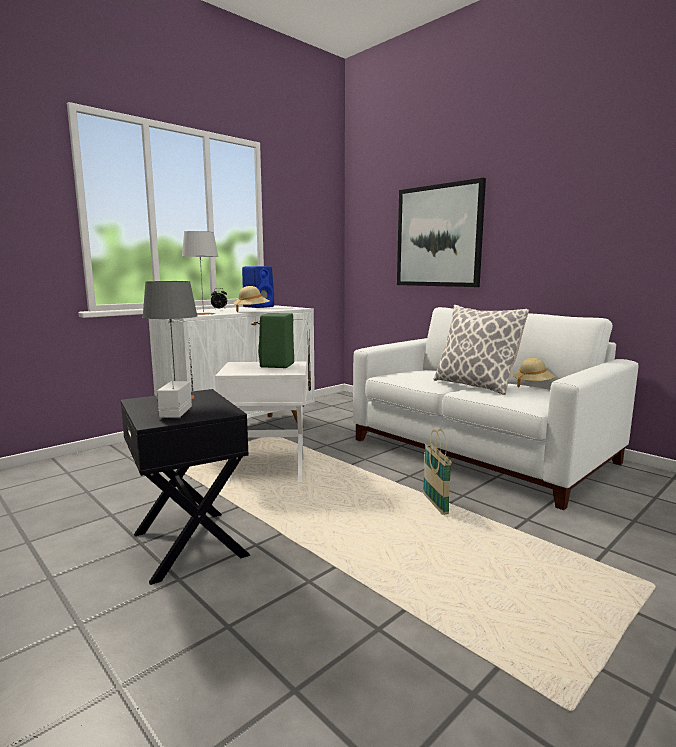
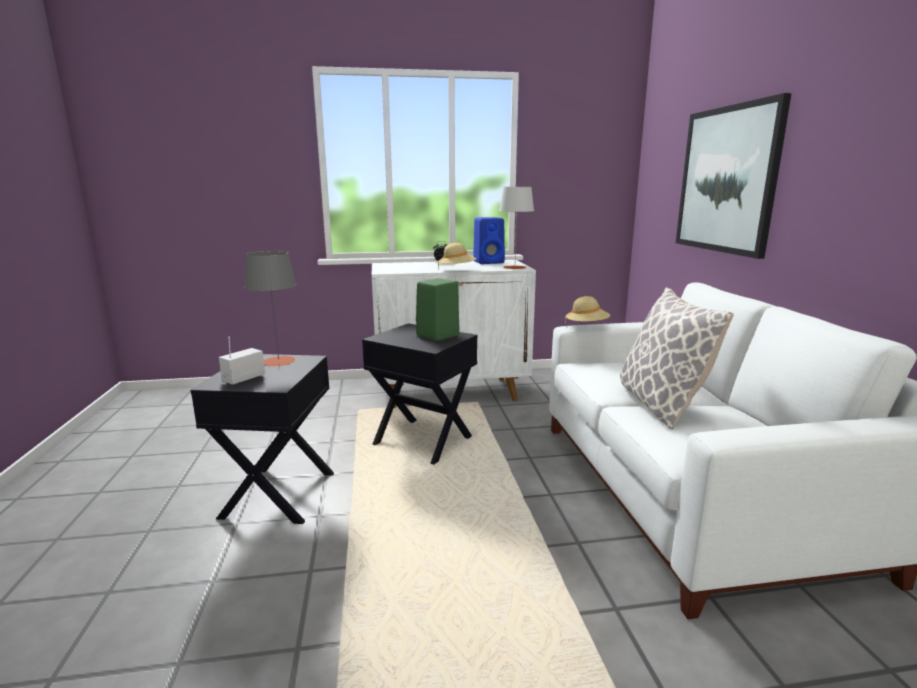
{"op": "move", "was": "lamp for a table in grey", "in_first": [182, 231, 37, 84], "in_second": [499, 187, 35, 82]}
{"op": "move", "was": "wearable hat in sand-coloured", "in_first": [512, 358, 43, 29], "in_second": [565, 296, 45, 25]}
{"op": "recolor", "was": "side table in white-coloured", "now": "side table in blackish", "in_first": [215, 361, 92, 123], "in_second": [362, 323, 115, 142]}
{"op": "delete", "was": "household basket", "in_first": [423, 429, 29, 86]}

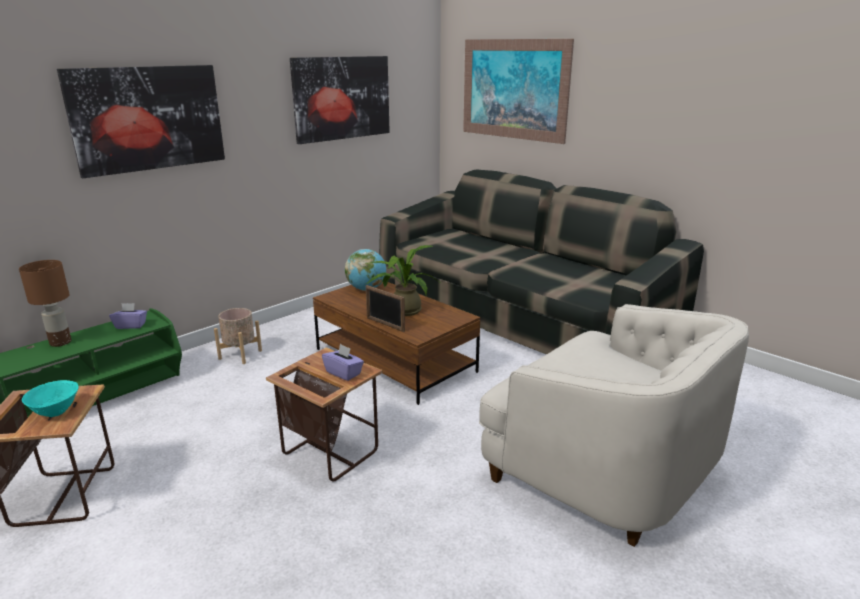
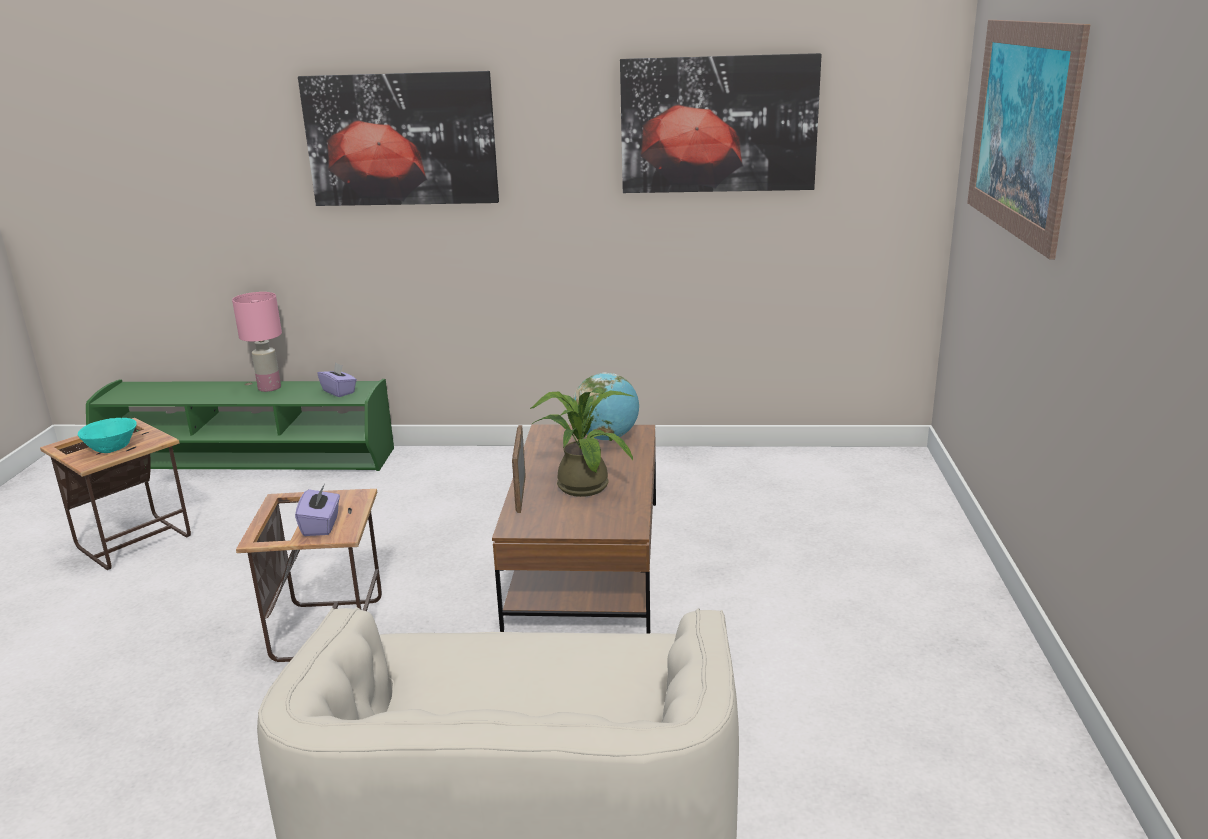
{"op": "delete", "was": "sofa", "in_first": [379, 169, 325, 186]}
{"op": "recolor", "was": "lamp for a table in brownish", "now": "lamp for a table in pinkish", "in_first": [19, 260, 53, 87], "in_second": [232, 292, 50, 100]}
{"op": "delete", "was": "flower pot in sand-coloured", "in_first": [214, 308, 48, 56]}

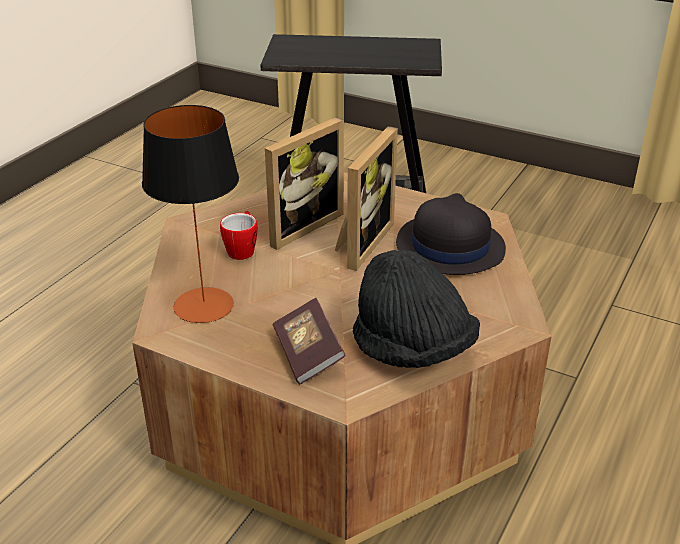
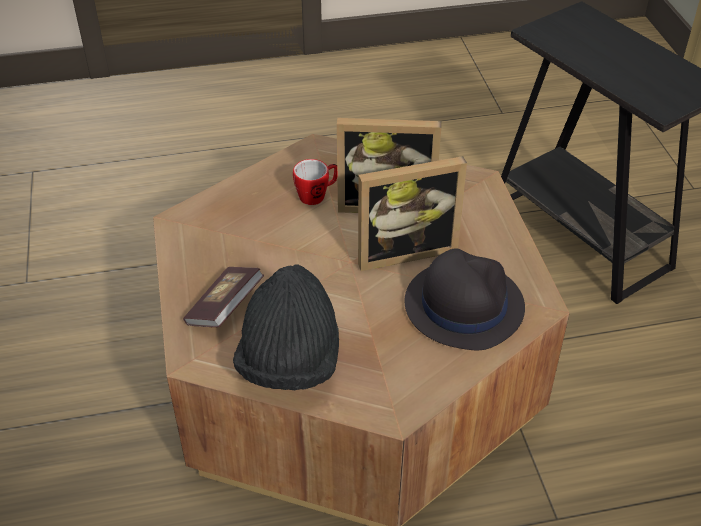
{"op": "delete", "was": "lamp for a table", "in_first": [142, 105, 97, 218]}

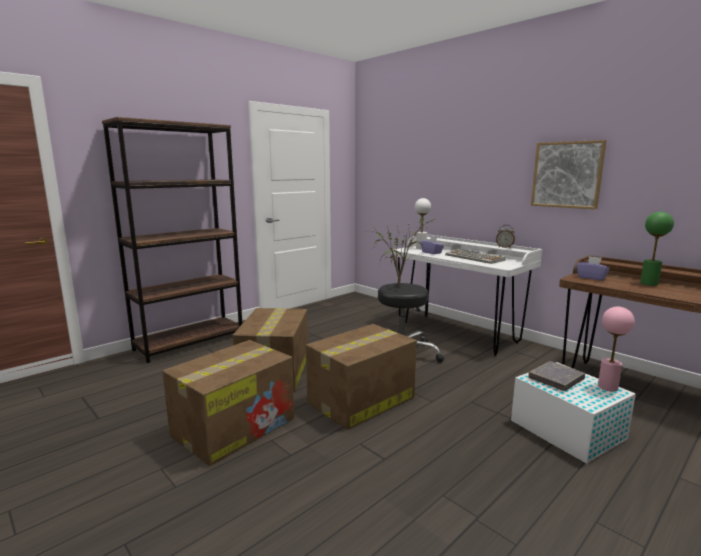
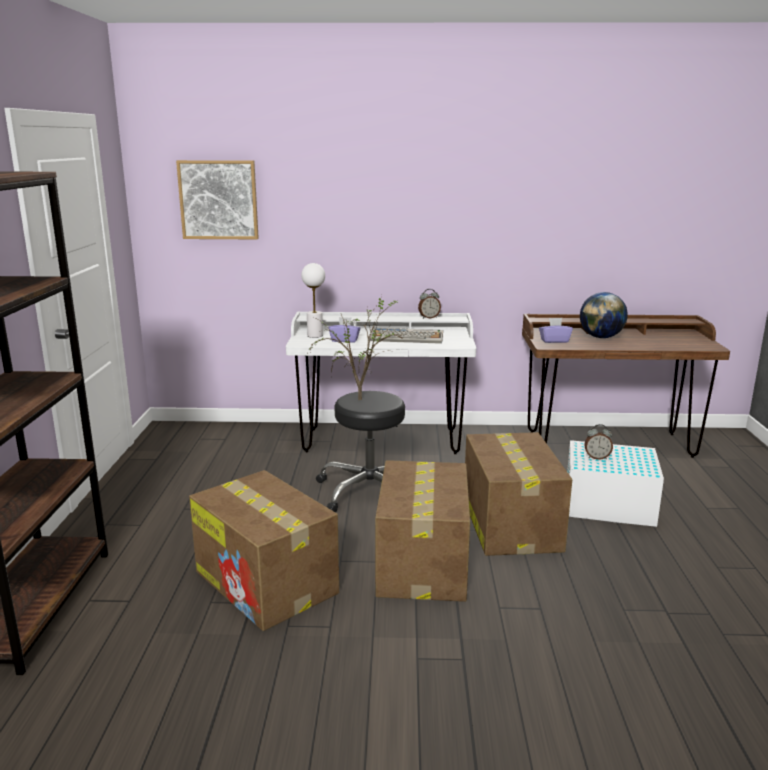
{"op": "move", "was": "picture", "in_first": [531, 140, 76, 69], "in_second": [176, 160, 83, 79]}
{"op": "replace", "was": "lamp for a table in greenish", "now": "desk globe", "in_first": [640, 212, 34, 74], "in_second": [580, 292, 48, 46]}
{"op": "delete", "was": "lamp for a table in pinkish", "in_first": [598, 307, 37, 85]}
{"op": "move", "was": "packing box", "in_first": [162, 340, 132, 126], "in_second": [465, 432, 107, 124]}
{"op": "replace", "was": "book in grey", "now": "bedside clock", "in_first": [528, 361, 57, 30], "in_second": [584, 424, 29, 36]}

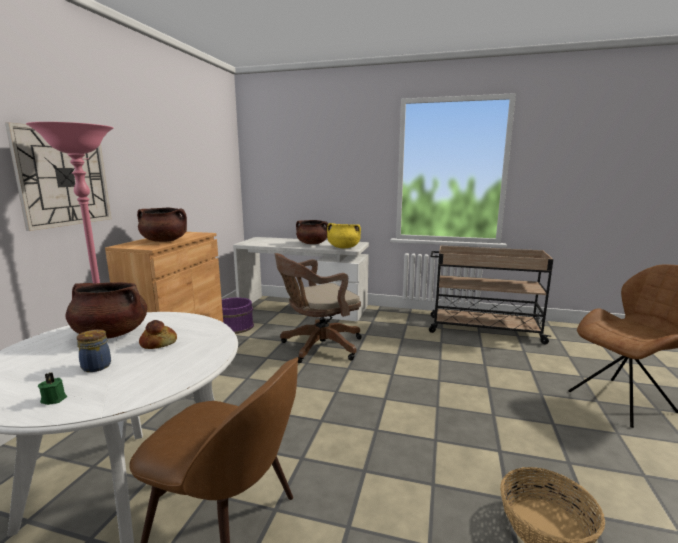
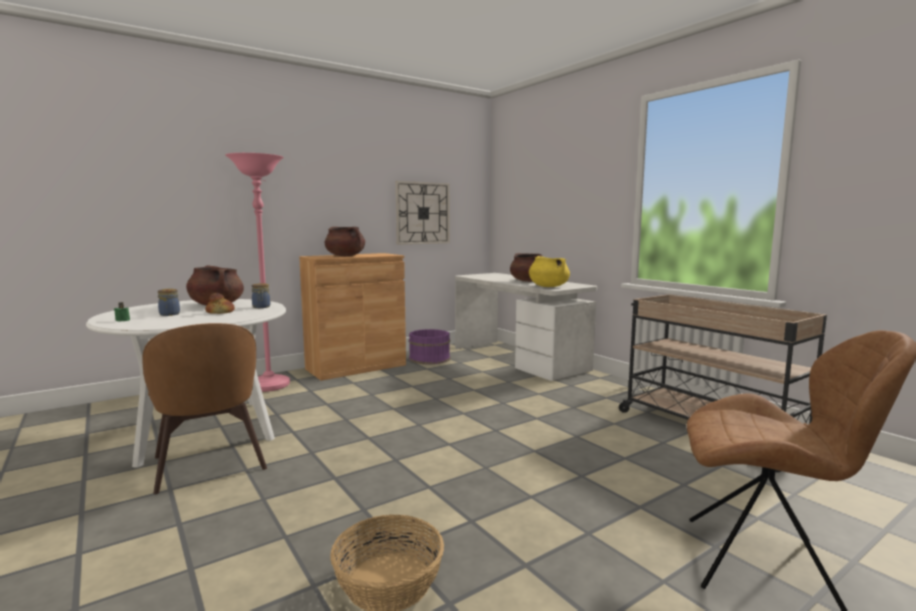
{"op": "move", "was": "hanging clock", "in_first": [5, 122, 106, 109], "in_second": [395, 181, 55, 64]}
{"op": "delete", "was": "desk chair in brownish", "in_first": [275, 253, 87, 110]}
{"op": "insert", "now": "storage jar", "in_second": [252, 283, 18, 25]}

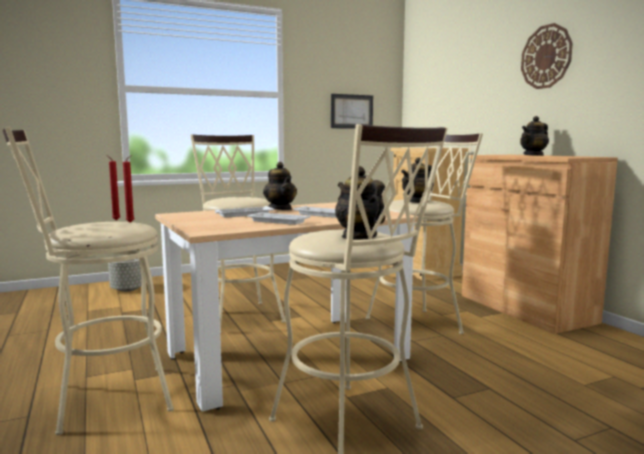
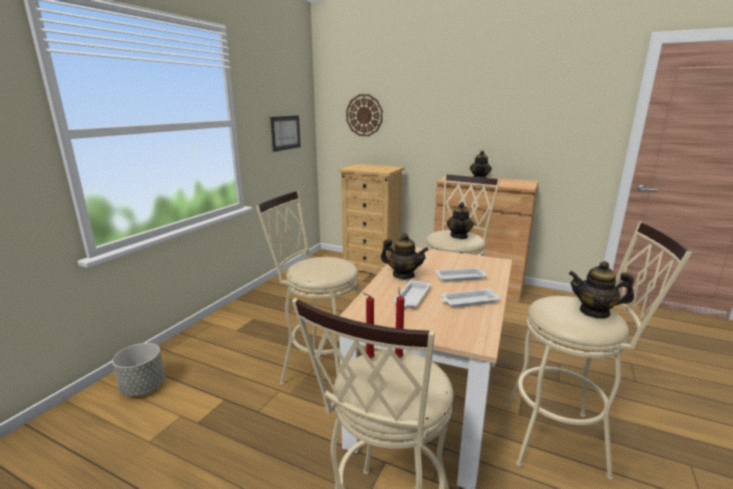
{"op": "move", "was": "hanging clock", "in_first": [521, 23, 52, 66], "in_second": [346, 94, 37, 42]}

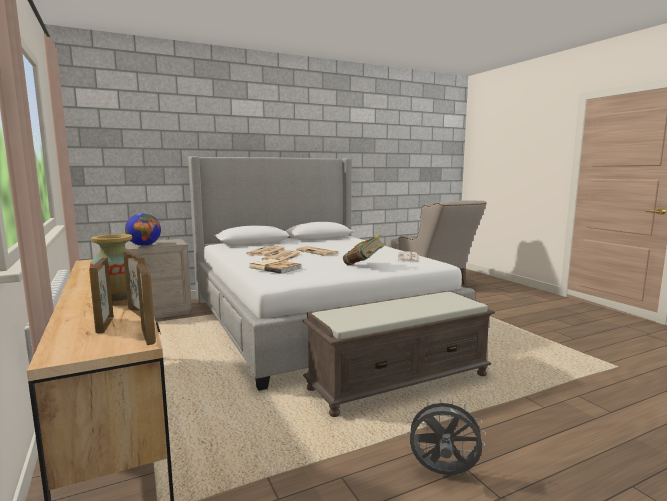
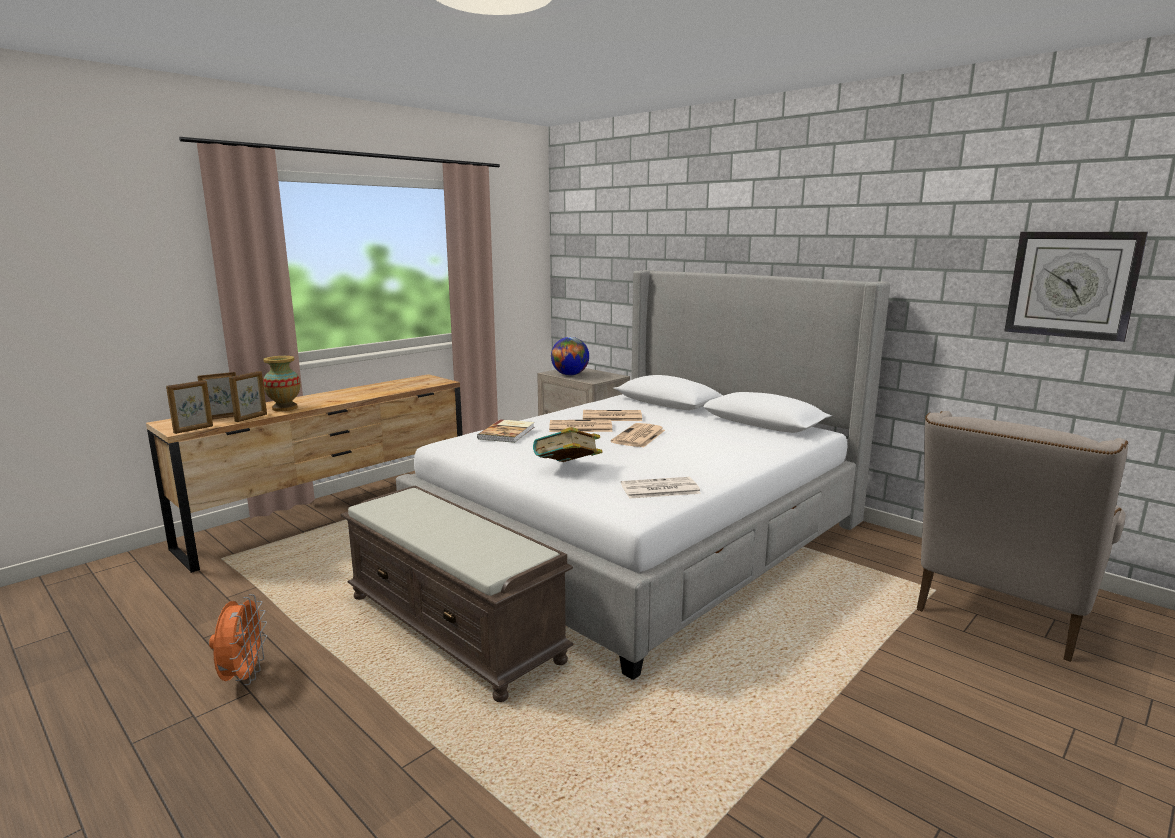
{"op": "recolor", "was": "electric fan in grey", "now": "electric fan in orange", "in_first": [406, 397, 80, 78], "in_second": [209, 594, 58, 91]}
{"op": "insert", "now": "hanging clock", "in_second": [1004, 232, 144, 110]}

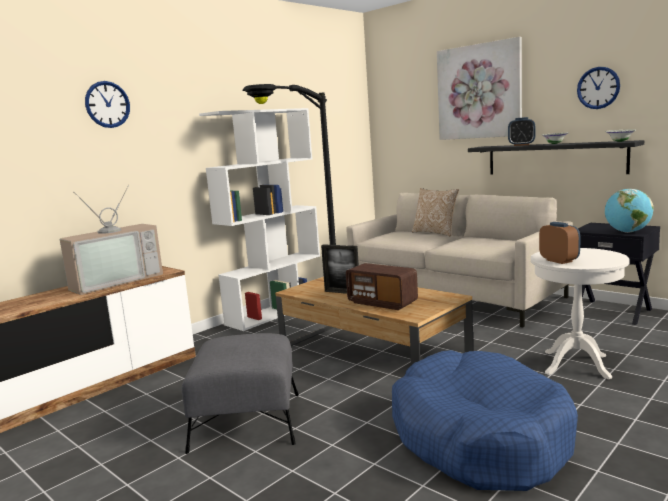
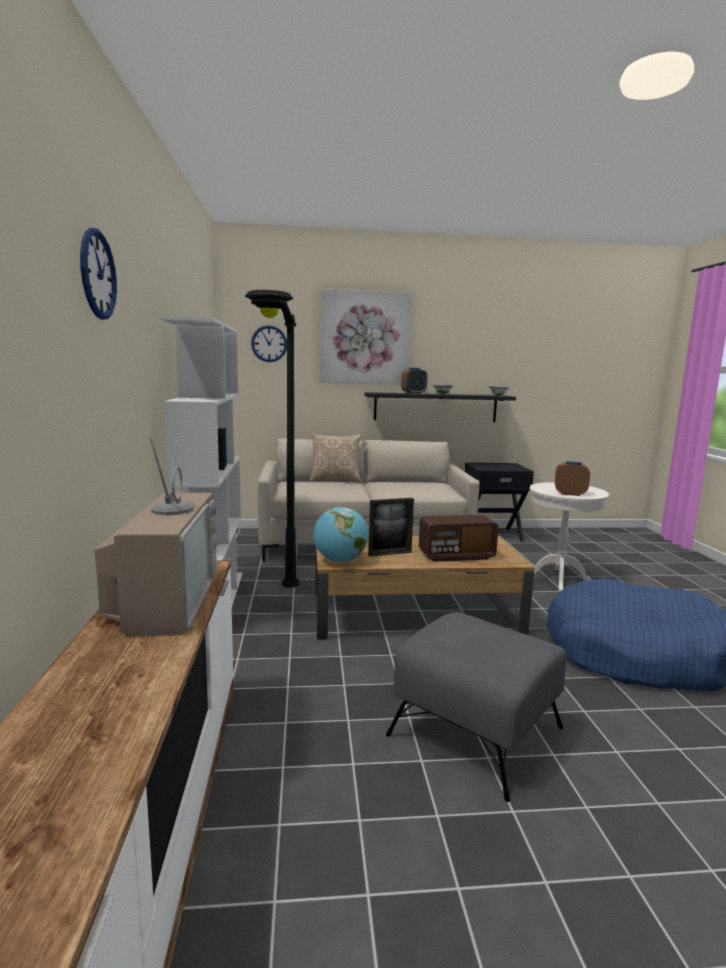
{"op": "move", "was": "hanging clock", "in_first": [577, 67, 43, 42], "in_second": [251, 325, 36, 37]}
{"op": "move", "was": "desk globe", "in_first": [605, 189, 49, 44], "in_second": [314, 507, 54, 55]}

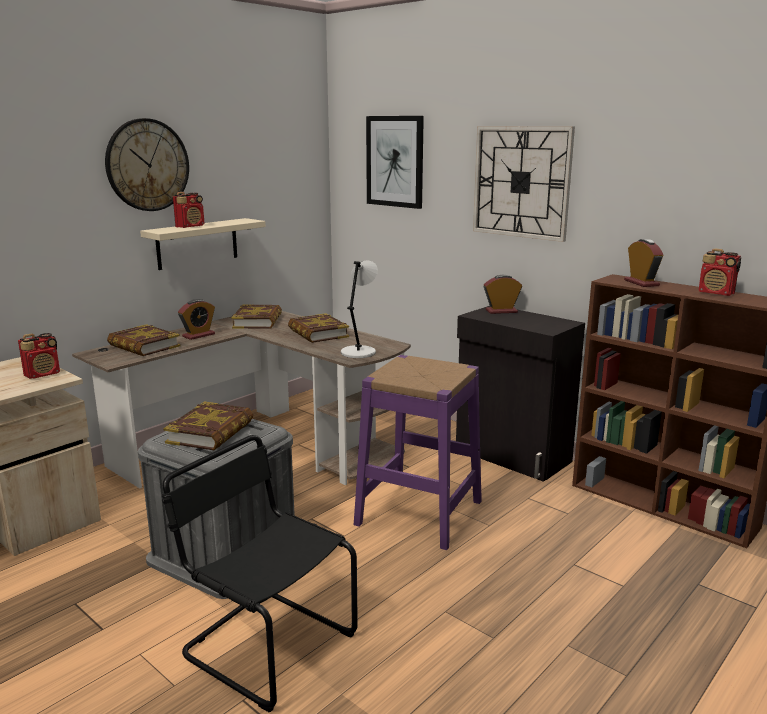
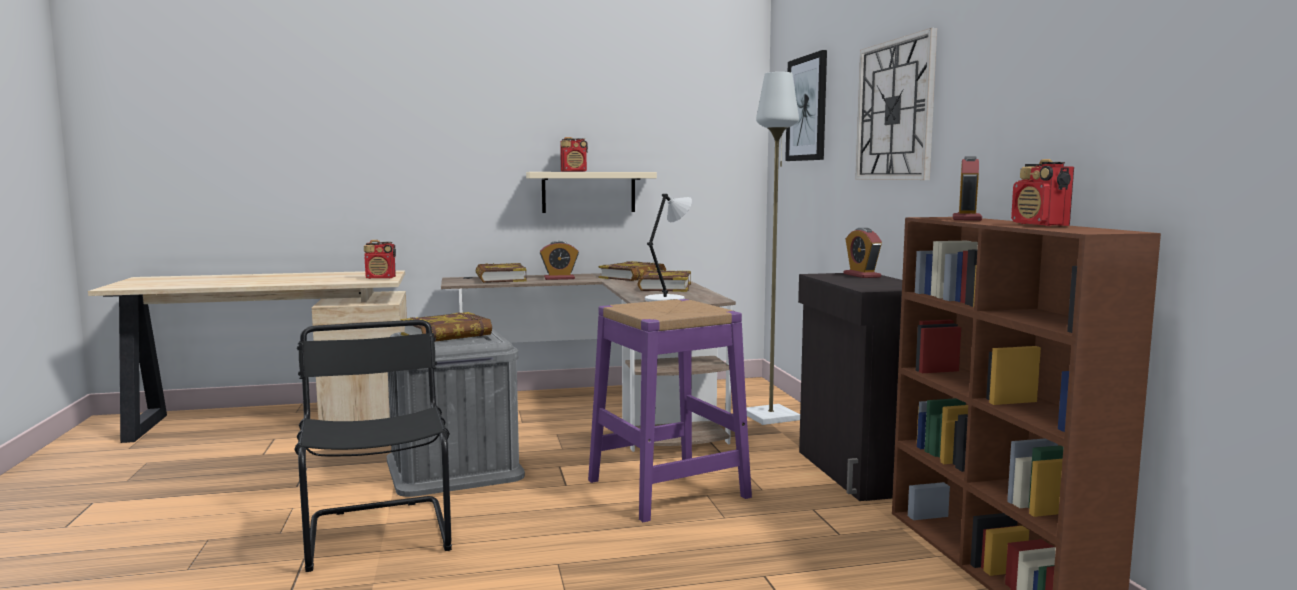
{"op": "delete", "was": "hanging clock", "in_first": [105, 118, 84, 93]}
{"op": "rotate", "was": "bedside clock", "in_first": [484, 275, 38, 39], "in_second": [844, 228, 38, 50], "clockwise": -135}
{"op": "insert", "now": "floor lamp in grey", "in_second": [746, 72, 54, 353]}

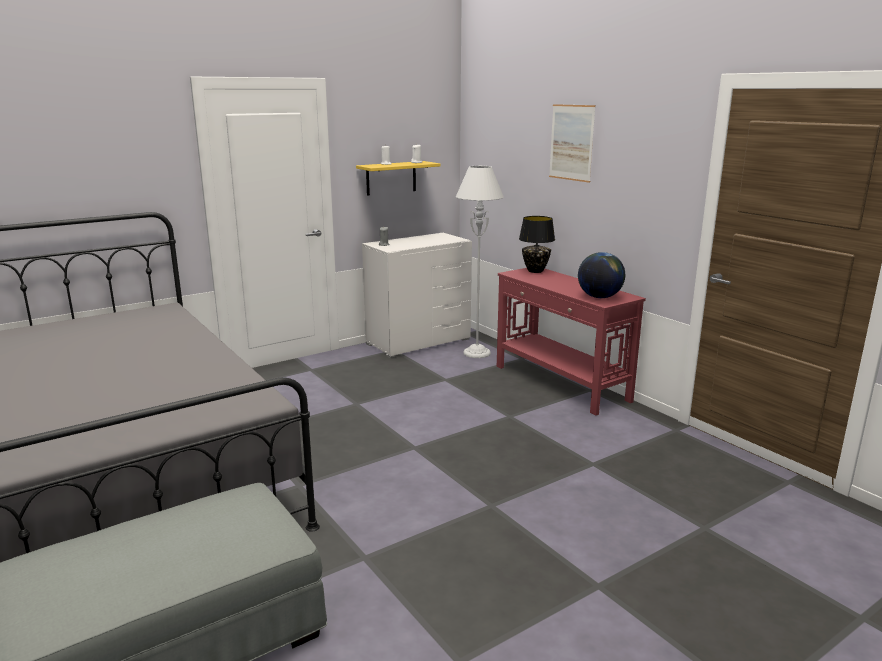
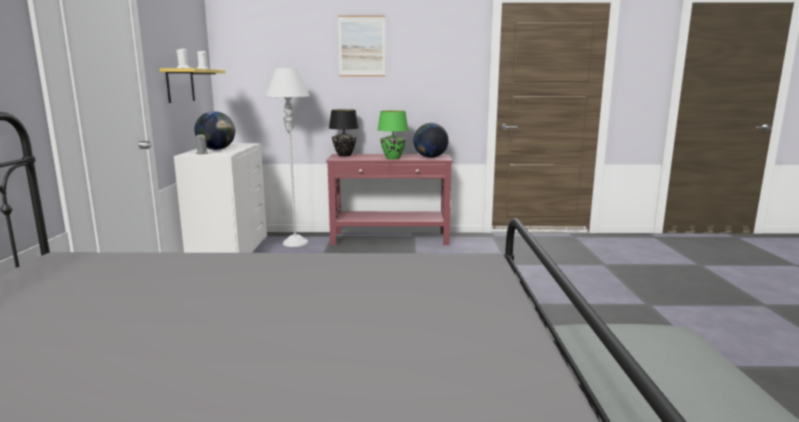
{"op": "insert", "now": "desk globe", "in_second": [194, 111, 41, 39]}
{"op": "insert", "now": "lamp for a table in greenish", "in_second": [378, 111, 30, 48]}

